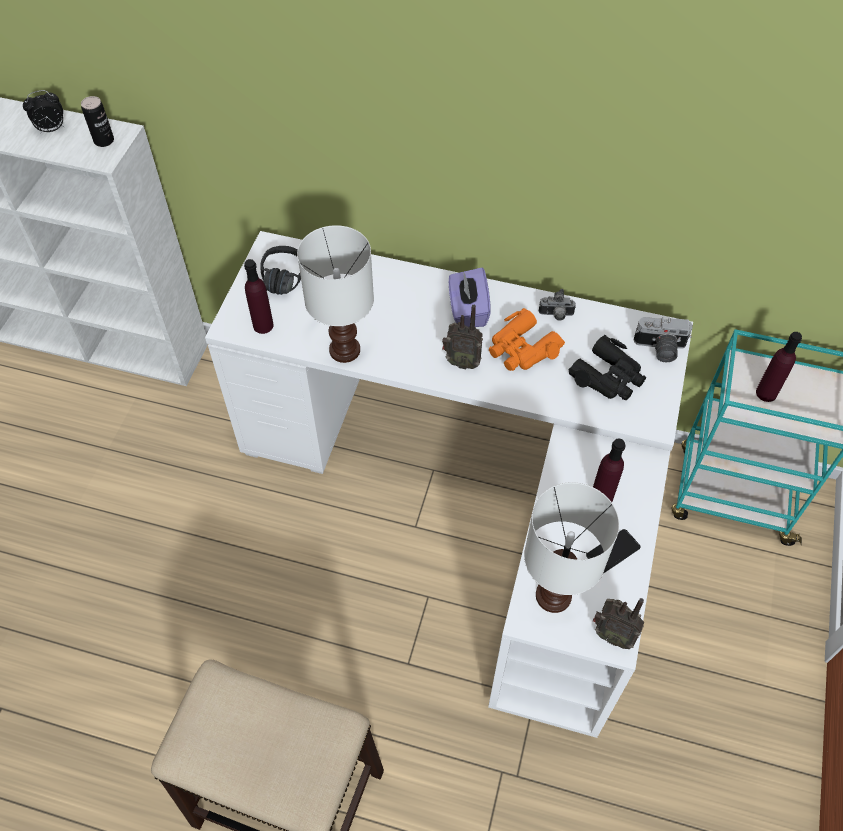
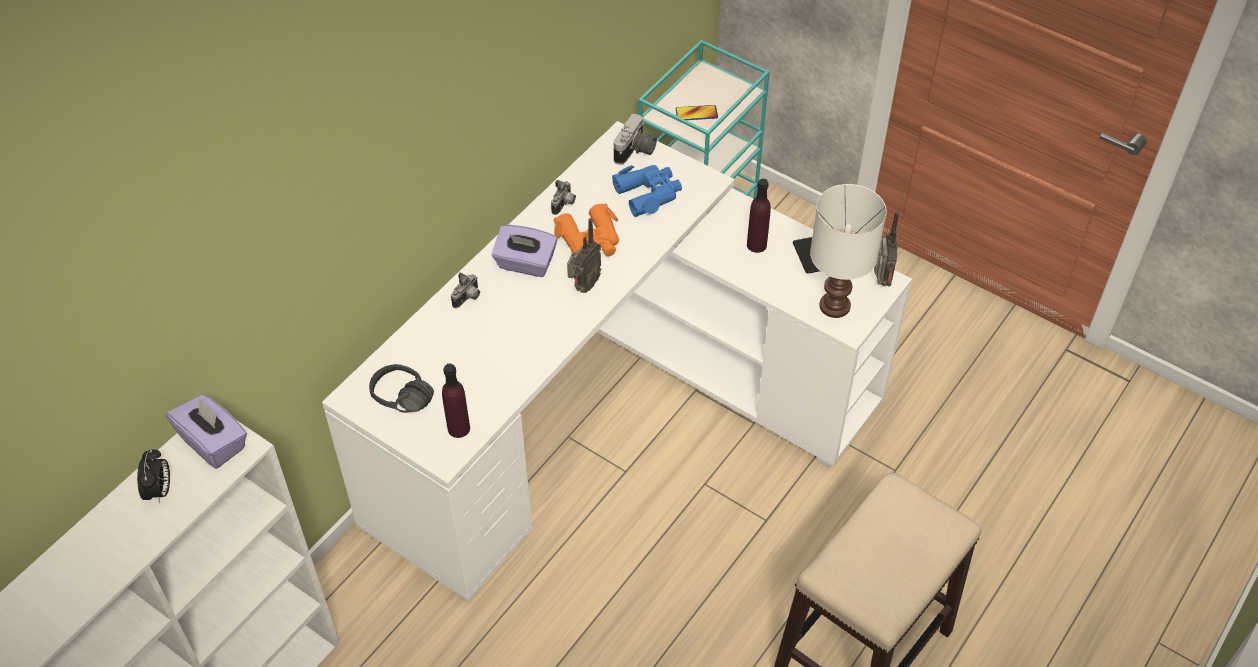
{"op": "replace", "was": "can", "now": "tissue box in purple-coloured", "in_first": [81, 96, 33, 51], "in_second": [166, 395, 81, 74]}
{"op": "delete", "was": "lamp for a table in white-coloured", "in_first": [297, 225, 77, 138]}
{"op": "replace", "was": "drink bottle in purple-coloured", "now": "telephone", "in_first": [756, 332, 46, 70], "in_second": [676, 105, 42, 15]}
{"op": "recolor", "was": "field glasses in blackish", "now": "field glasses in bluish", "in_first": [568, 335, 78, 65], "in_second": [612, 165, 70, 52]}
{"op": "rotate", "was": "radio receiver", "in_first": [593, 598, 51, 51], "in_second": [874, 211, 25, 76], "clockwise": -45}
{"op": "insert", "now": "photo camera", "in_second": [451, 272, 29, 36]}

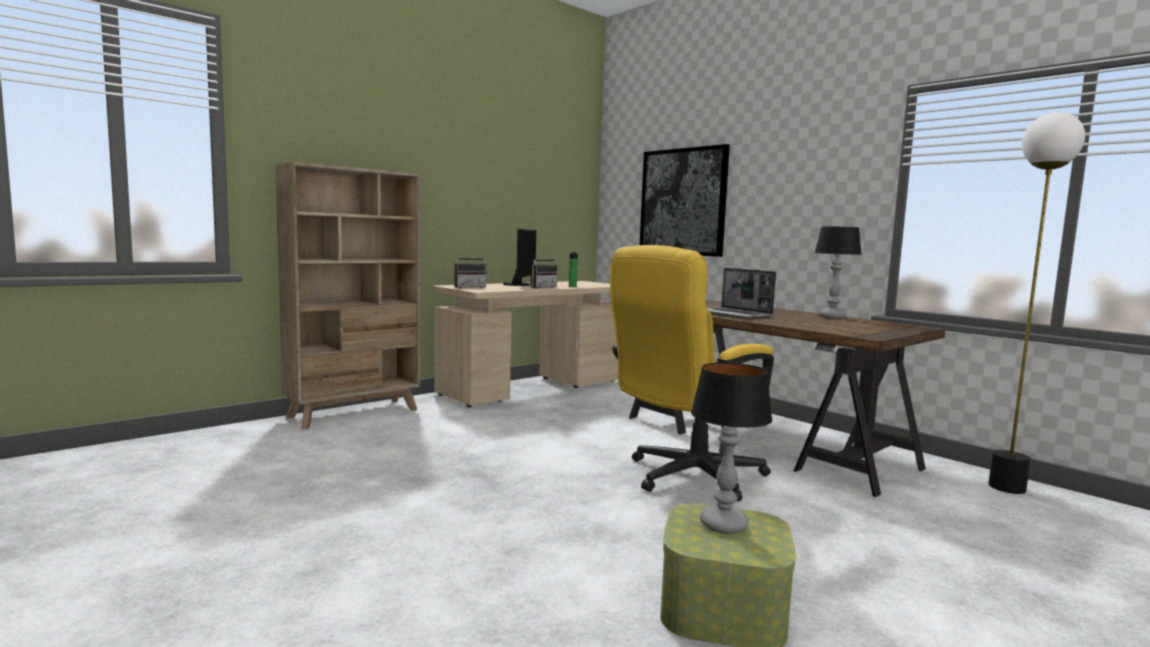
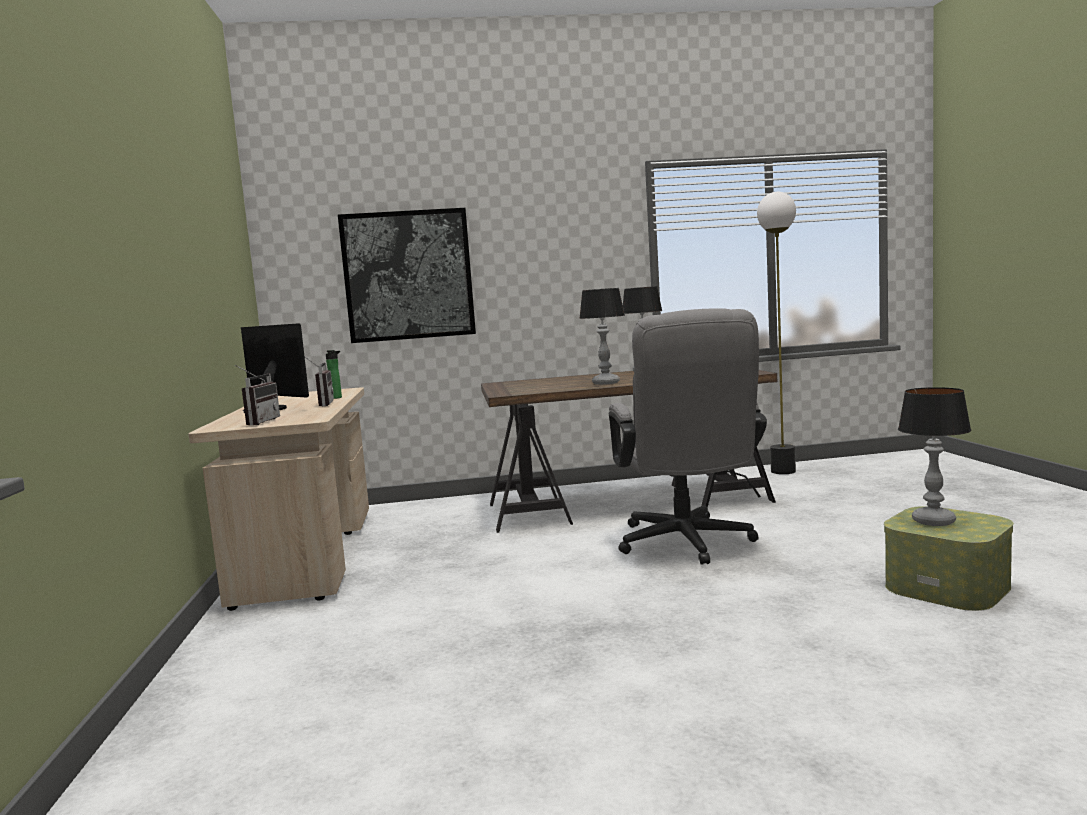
{"op": "delete", "was": "shelving unit in sand-coloured", "in_first": [275, 162, 145, 267]}
{"op": "recolor", "was": "desk chair in yellowish", "now": "desk chair in grey", "in_first": [610, 245, 164, 256], "in_second": [609, 309, 158, 256]}
{"op": "replace", "was": "laptop", "now": "lamp for a table", "in_first": [707, 268, 69, 51], "in_second": [579, 288, 46, 97]}

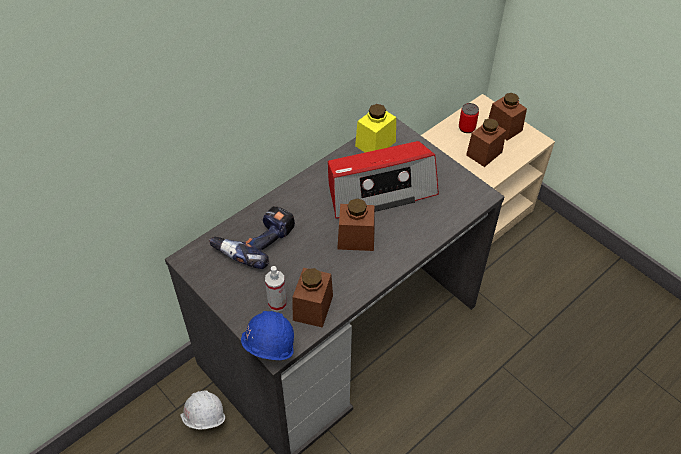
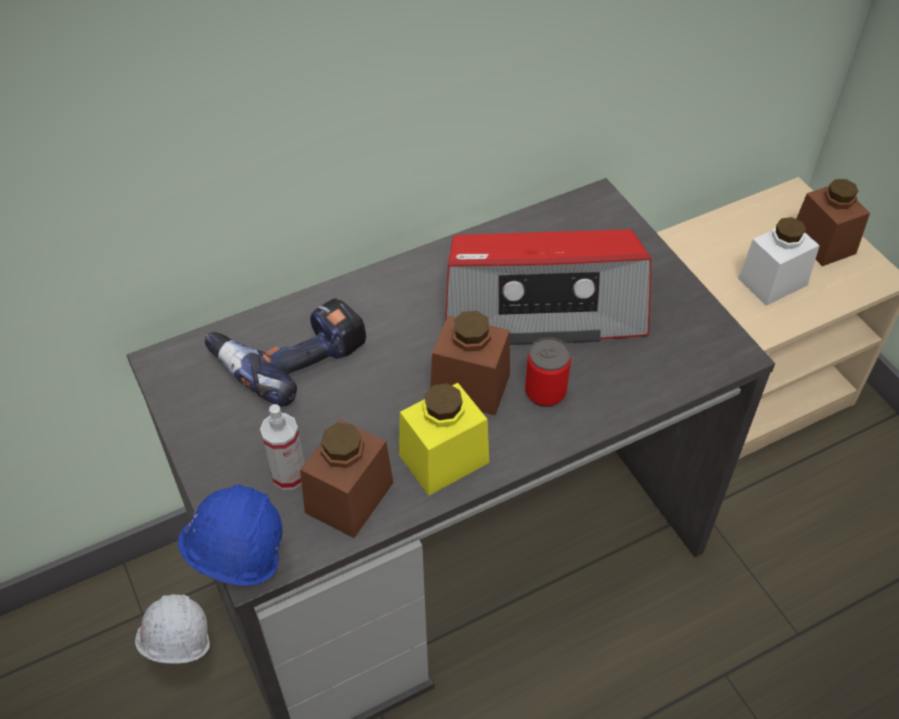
{"op": "move", "was": "can", "in_first": [459, 103, 20, 30], "in_second": [525, 337, 46, 70]}
{"op": "move", "was": "storage jar in yellowish", "in_first": [355, 104, 41, 48], "in_second": [399, 383, 90, 113]}
{"op": "recolor", "was": "storage jar in brownish", "now": "storage jar in white-coloured", "in_first": [466, 118, 40, 49], "in_second": [738, 217, 82, 89]}

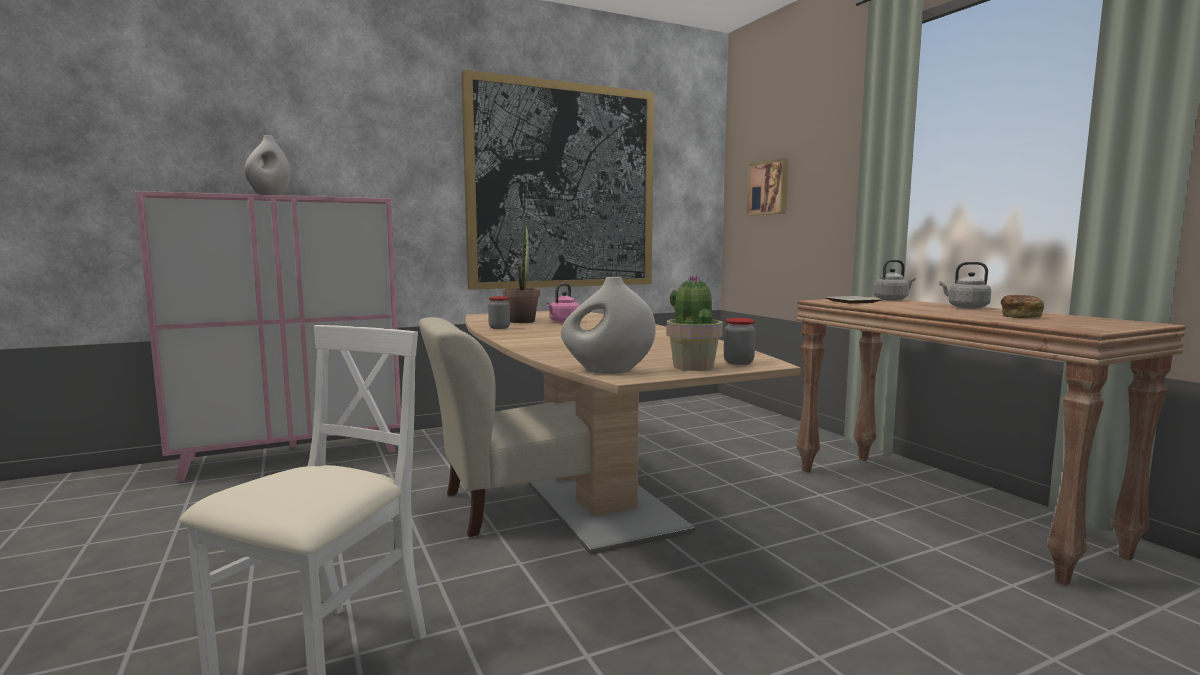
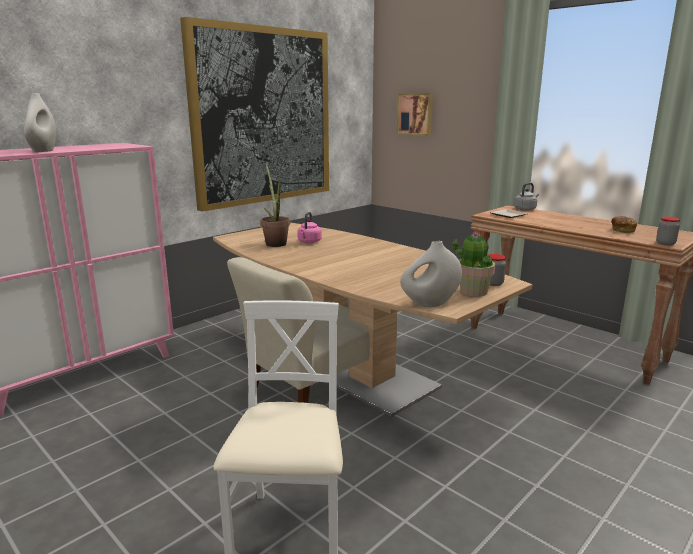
{"op": "delete", "was": "tea kettle in grey", "in_first": [939, 262, 52, 46]}
{"op": "move", "was": "storage jar", "in_first": [488, 296, 22, 33], "in_second": [656, 217, 24, 29]}

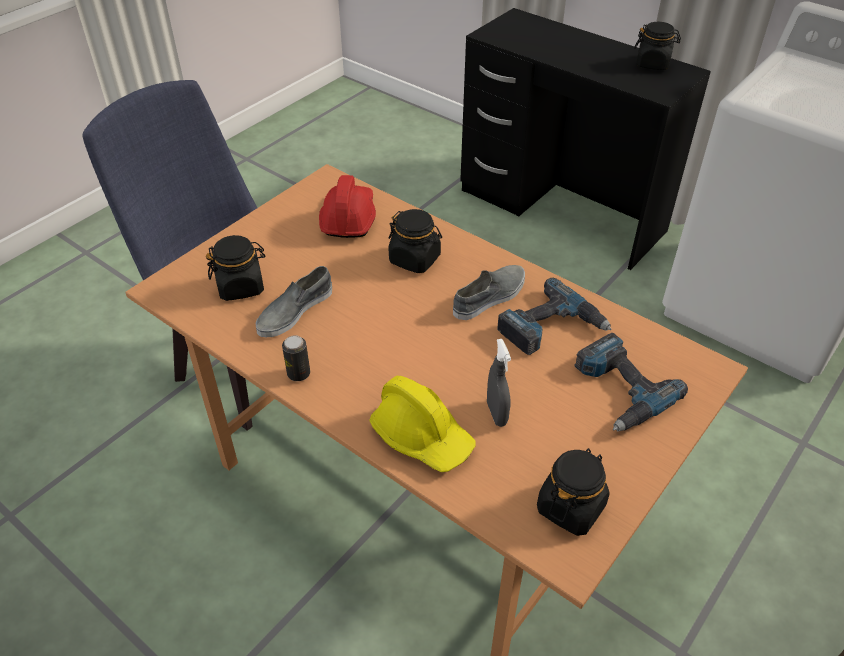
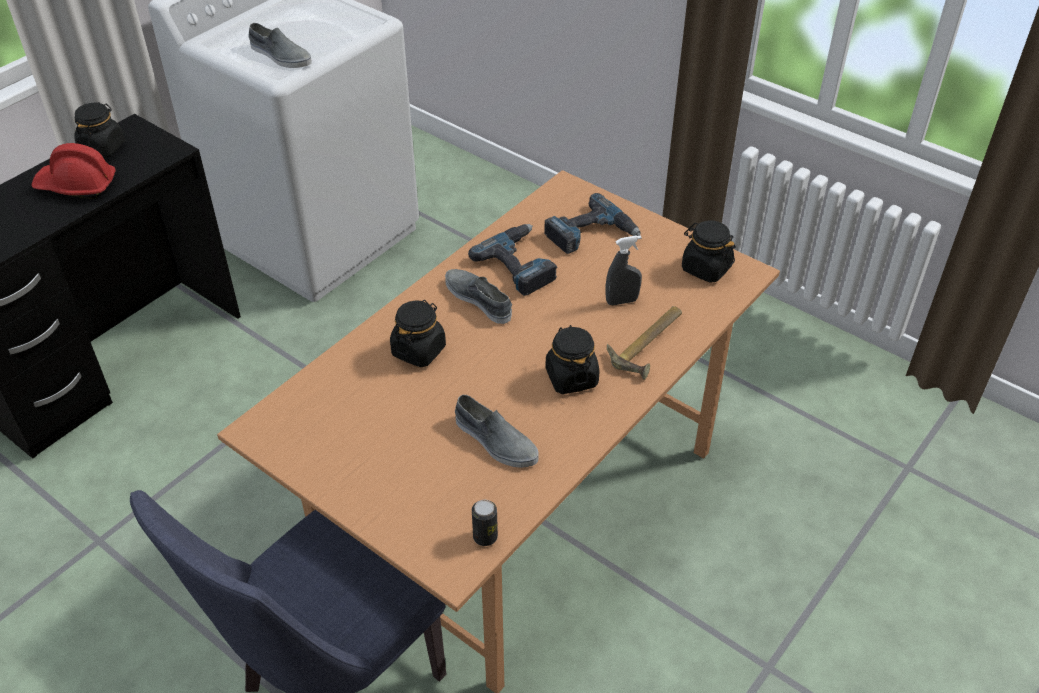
{"op": "move", "was": "safety helmet in red", "in_first": [319, 175, 57, 63], "in_second": [31, 143, 85, 55]}
{"op": "move", "was": "storage jar in blackish", "in_first": [206, 235, 60, 66], "in_second": [546, 325, 53, 69]}
{"op": "move", "was": "can", "in_first": [282, 335, 28, 46], "in_second": [472, 500, 26, 46]}
{"op": "replace", "was": "safety helmet in yellowish", "now": "hand hammer", "in_first": [369, 376, 107, 96], "in_second": [607, 306, 75, 74]}
{"op": "insert", "now": "low shoe in grey", "in_second": [248, 23, 64, 45]}

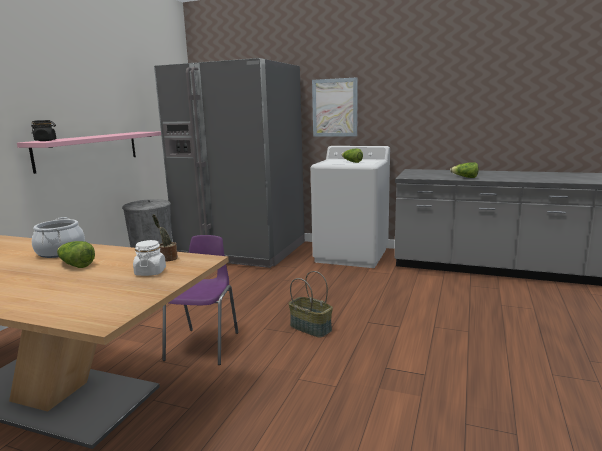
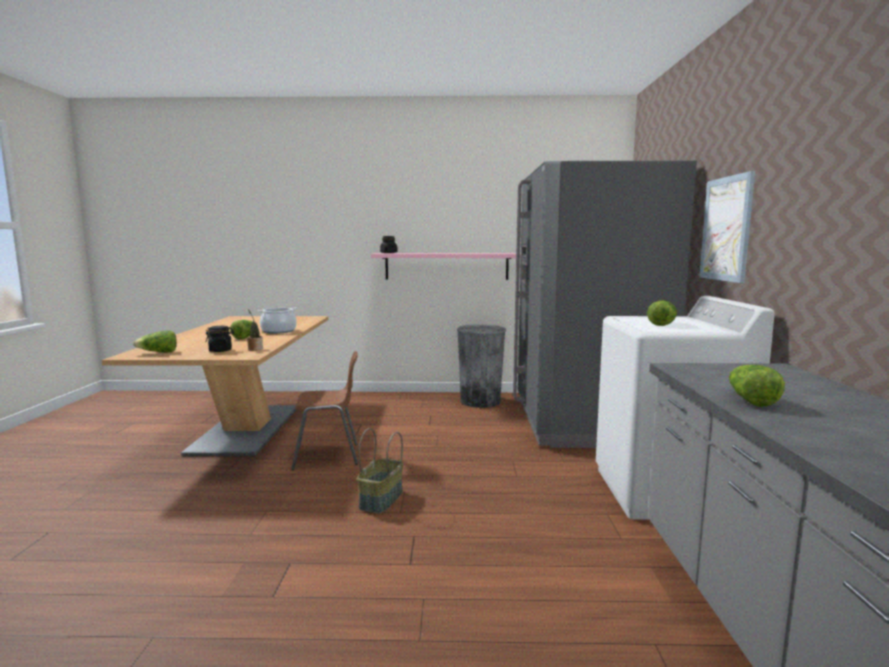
{"op": "recolor", "was": "upright chair in purple-coloured", "now": "upright chair in brownish", "in_first": [162, 235, 77, 130], "in_second": [291, 351, 67, 119]}
{"op": "recolor", "was": "storage jar in white-coloured", "now": "storage jar in blackish", "in_first": [133, 240, 33, 36], "in_second": [205, 326, 29, 26]}
{"op": "insert", "now": "head of lettuce", "in_second": [133, 330, 44, 22]}

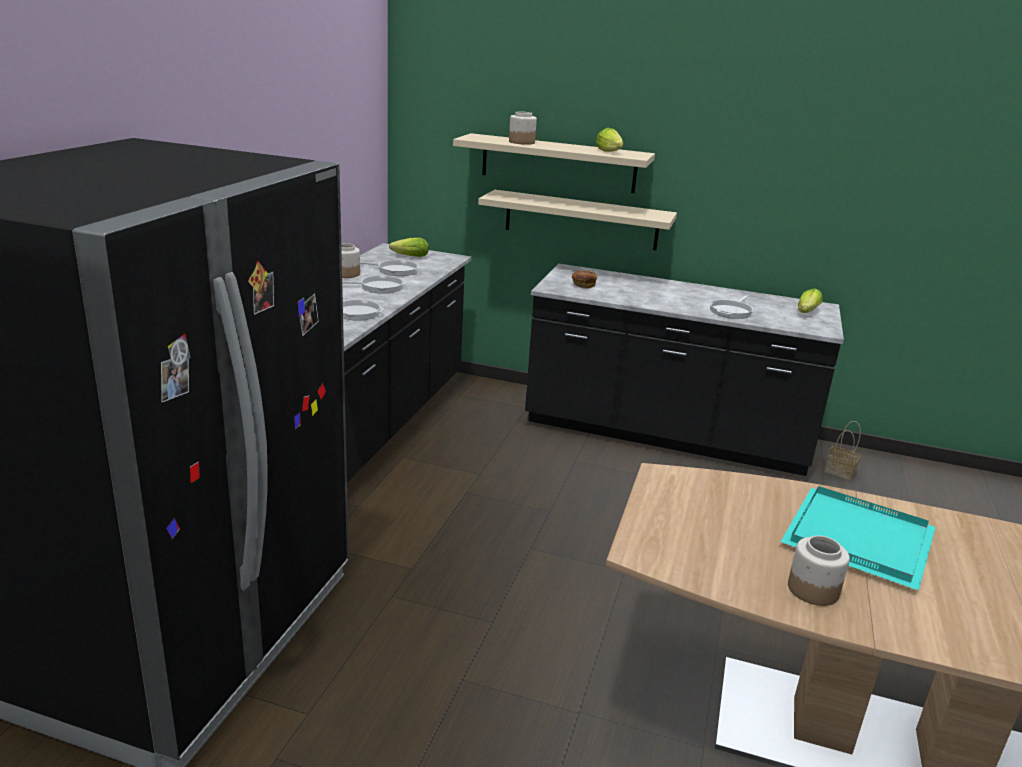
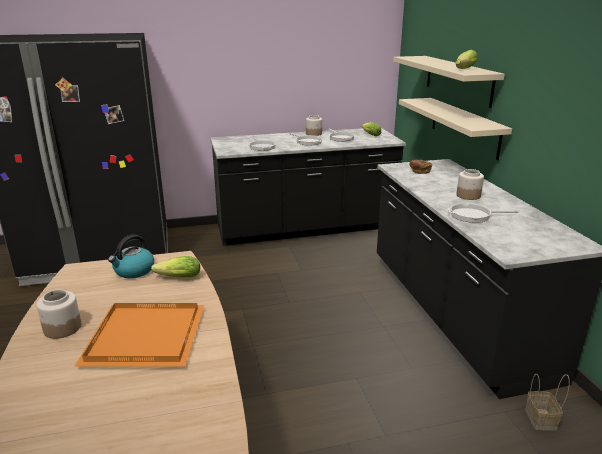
{"op": "move", "was": "storage jar", "in_first": [509, 112, 28, 33], "in_second": [456, 169, 28, 31]}
{"op": "move", "was": "head of lettuce", "in_first": [798, 288, 25, 25], "in_second": [151, 256, 49, 21]}
{"op": "recolor", "was": "tray in turquoise-coloured", "now": "tray in orange", "in_first": [781, 486, 155, 104], "in_second": [75, 303, 129, 64]}
{"op": "insert", "now": "tea kettle", "in_second": [108, 234, 46, 44]}

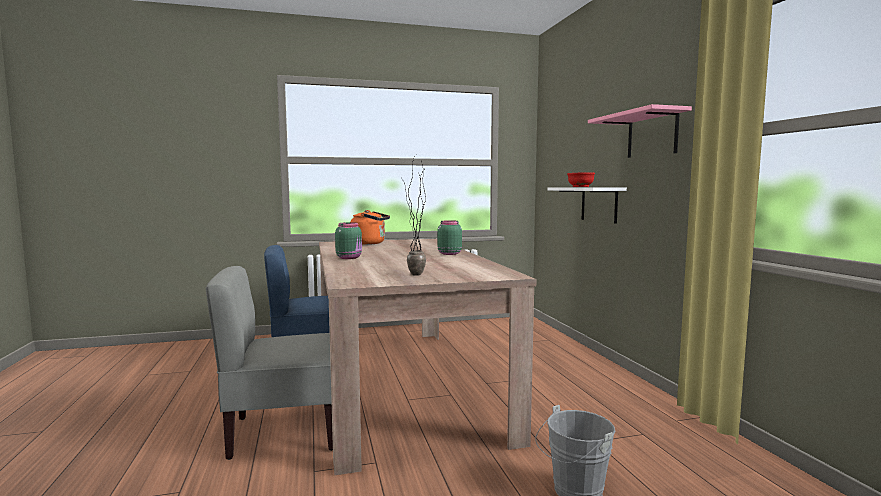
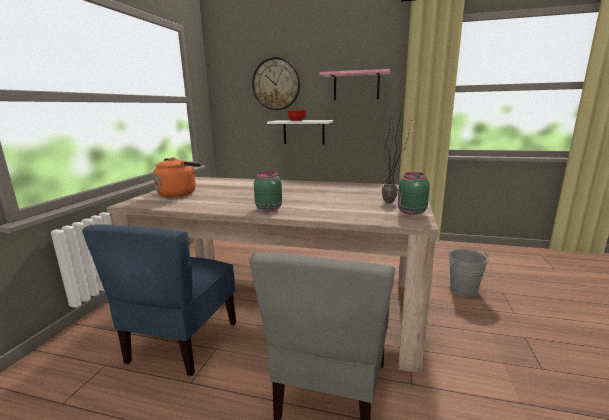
{"op": "move", "was": "storage jar in greenish", "in_first": [437, 220, 25, 35], "in_second": [398, 172, 32, 43]}
{"op": "insert", "now": "hanging clock", "in_second": [252, 57, 48, 53]}

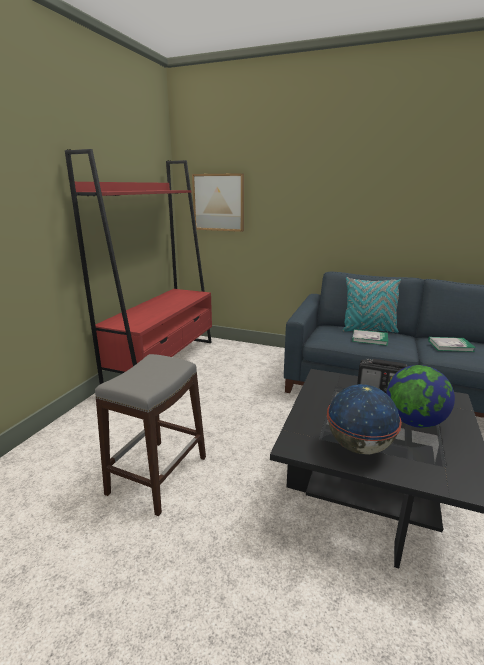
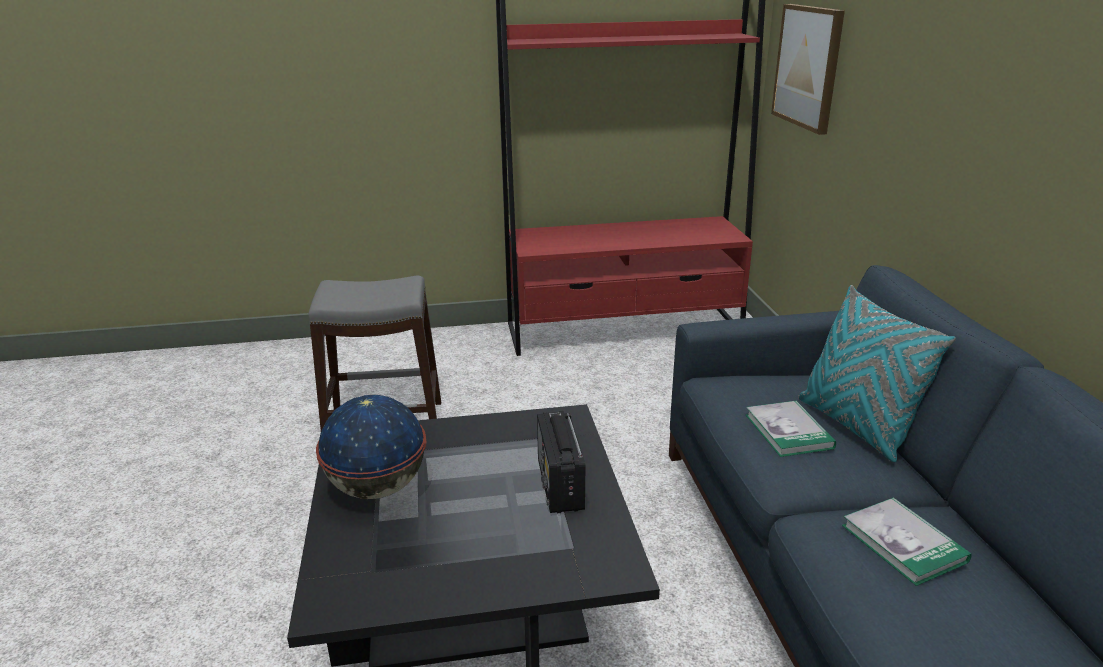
{"op": "delete", "was": "desk globe", "in_first": [386, 365, 69, 63]}

